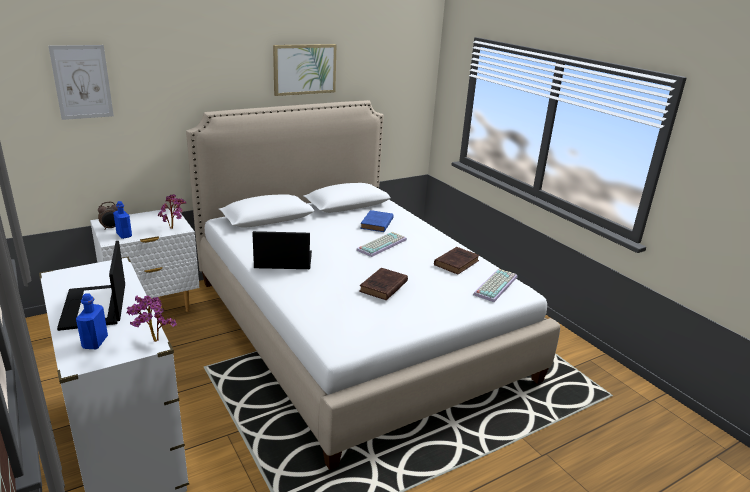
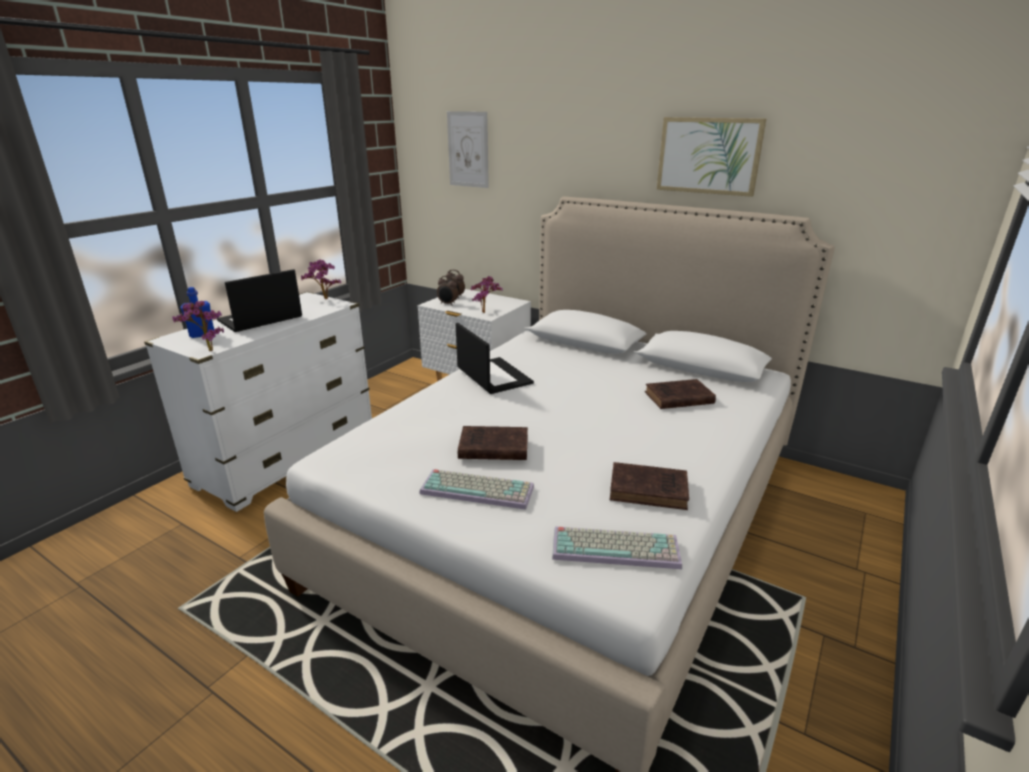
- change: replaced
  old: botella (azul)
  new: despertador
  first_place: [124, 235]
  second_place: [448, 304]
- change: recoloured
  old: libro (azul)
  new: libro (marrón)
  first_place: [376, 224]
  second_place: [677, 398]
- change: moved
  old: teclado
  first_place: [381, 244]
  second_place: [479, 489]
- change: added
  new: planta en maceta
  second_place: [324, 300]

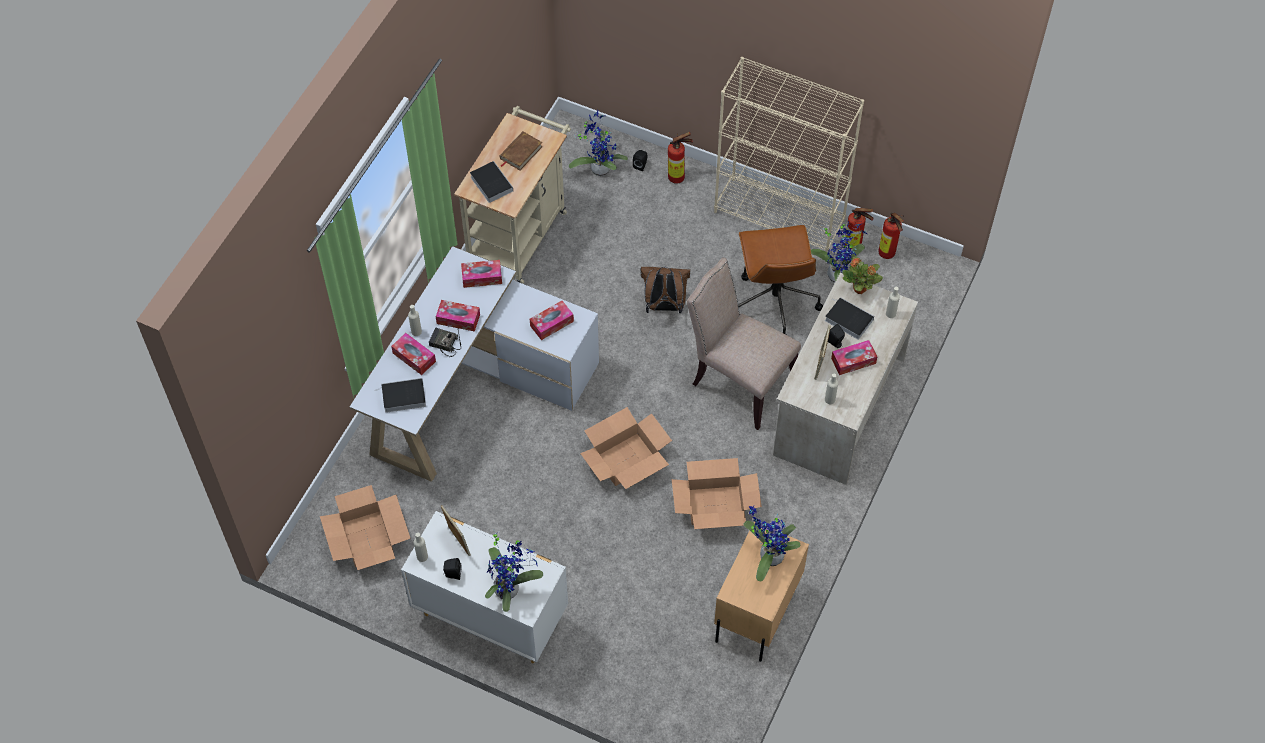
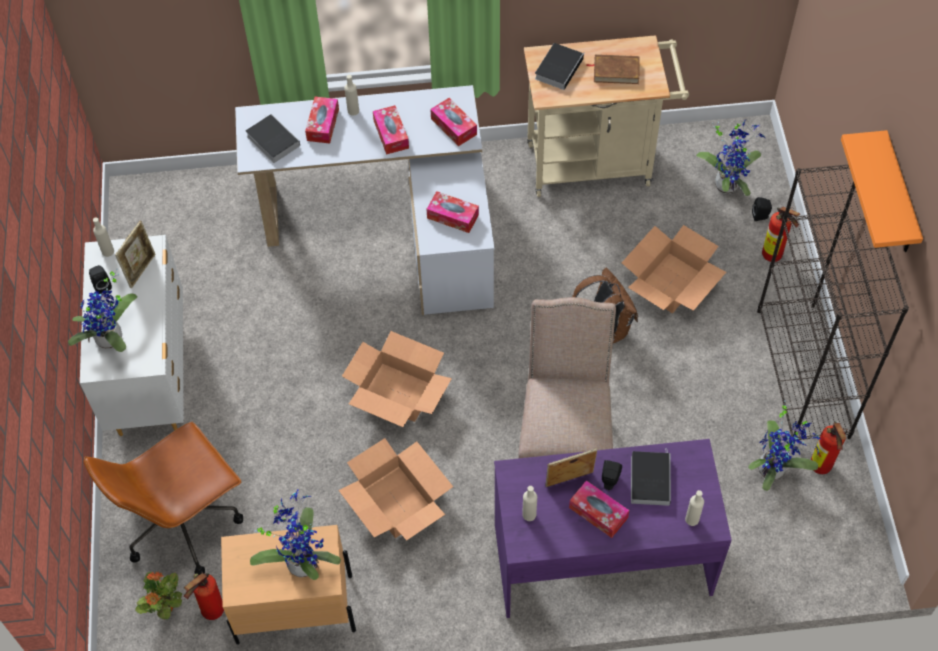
- change: recoloured
  old: estantería (beis)
  new: estantería (negro)
  first_place: [780, 216]
  second_place: [803, 373]
- change: moved
  old: extintor
  first_place: [887, 255]
  second_place: [210, 612]
- change: moved
  old: silla de oficina (marrón)
  first_place: [774, 302]
  second_place: [184, 523]
- change: moved
  old: planta en maceta
  first_place: [860, 289]
  second_place: [165, 607]
- change: recoloured
  old: escritorio (beis)
  new: escritorio (morado)
  first_place: [838, 406]
  second_place: [601, 557]
- change: removed
  old: radio
  first_place: [444, 344]
- change: moved
  old: caja de cartón
  first_place: [367, 539]
  second_place: [670, 283]
- change: added
  new: estante (naranja)
  second_place: [899, 197]

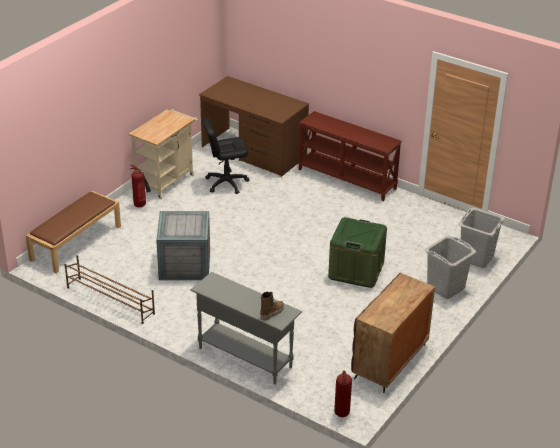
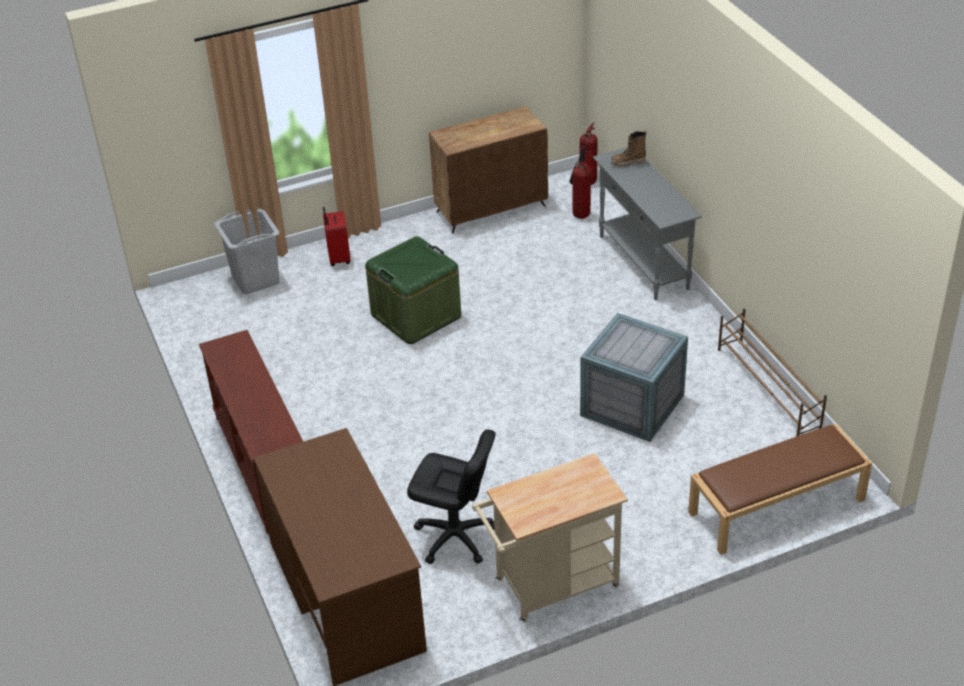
- change: moved
  old: extintor
  first_place: [141, 206]
  second_place: [579, 214]
- change: replaced
  old: cesto de la ropa (gris)
  new: maleta (rojo)
  first_place: [446, 288]
  second_place: [338, 259]

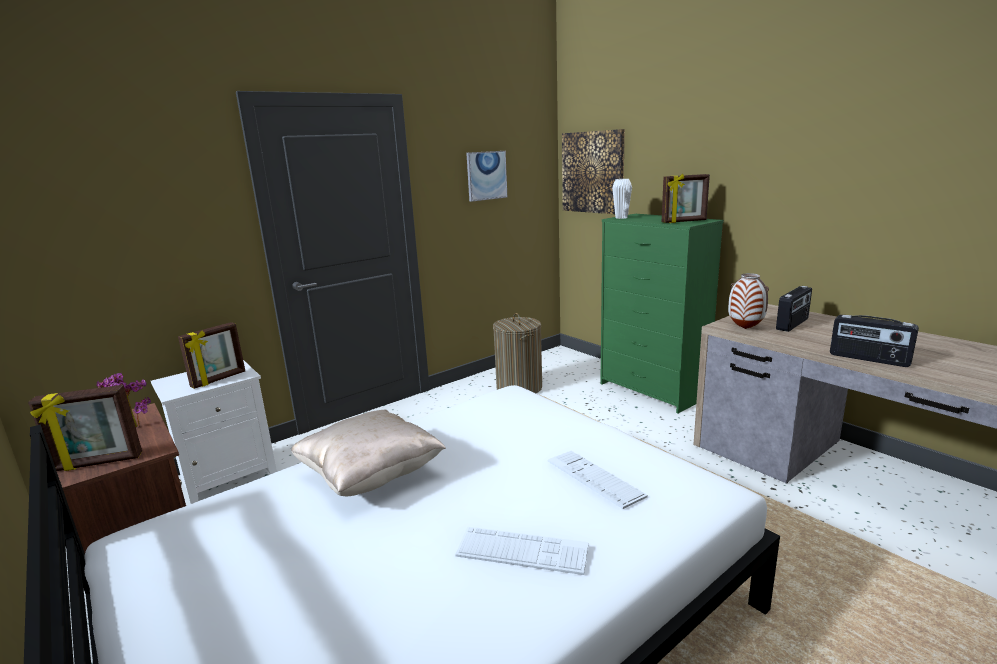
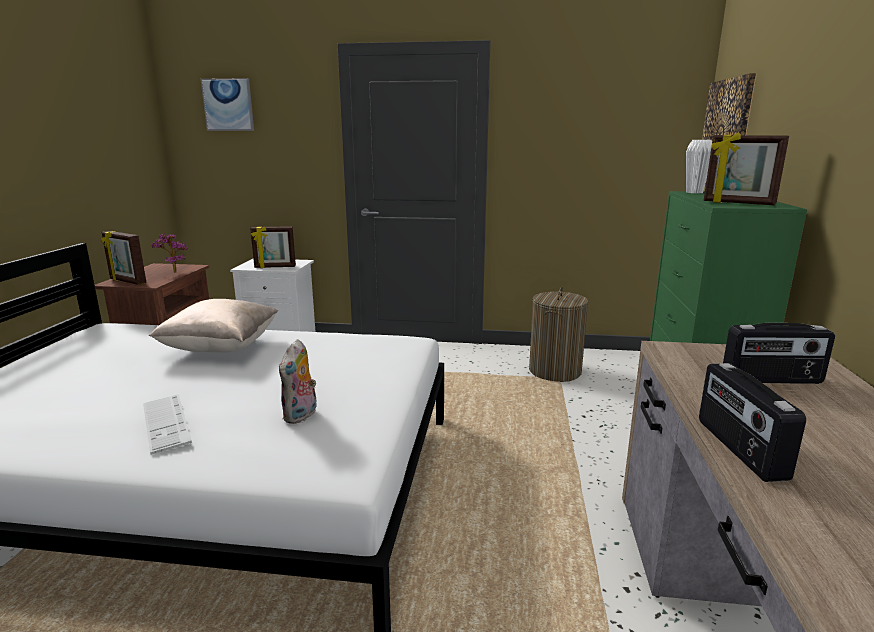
- change: moved
  old: cuadro
  first_place: [486, 175]
  second_place: [228, 105]
- change: removed
  old: florero
  first_place: [745, 329]
- change: replaced
  old: teclado
  new: peluche
  first_place: [594, 479]
  second_place: [301, 416]

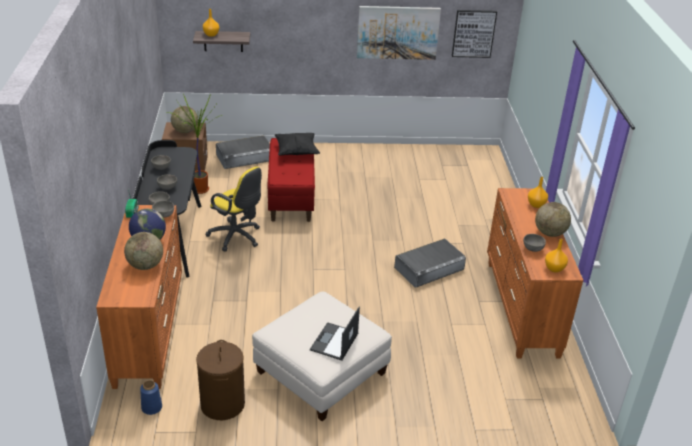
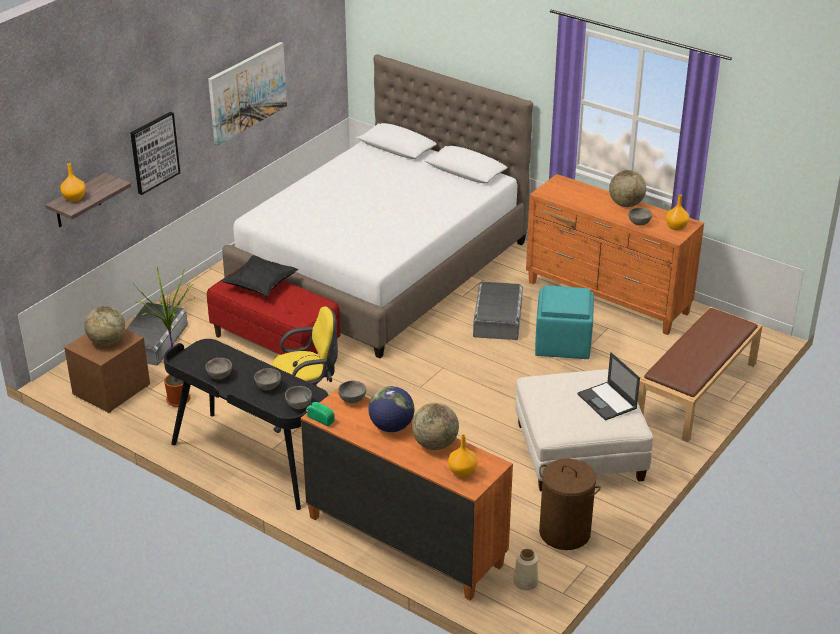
- change: moved
  old: cuadro
  first_place: [473, 33]
  second_place: [154, 152]
- change: moved
  old: florero (naranja)
  first_place: [536, 205]
  second_place: [463, 472]
- change: recoloured
  old: florero (azul)
  new: florero (beis)
  first_place: [151, 407]
  second_place: [525, 582]
- change: added
  new: cama (blanco)
  second_place: [381, 267]
- change: added
  new: puf (turquesa)
  second_place: [563, 344]
- change: added
  new: banco (marrón)
  second_place: [696, 392]

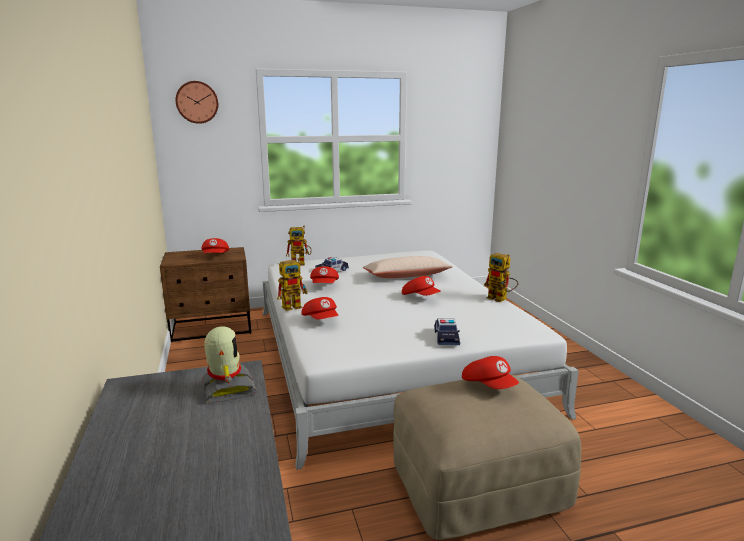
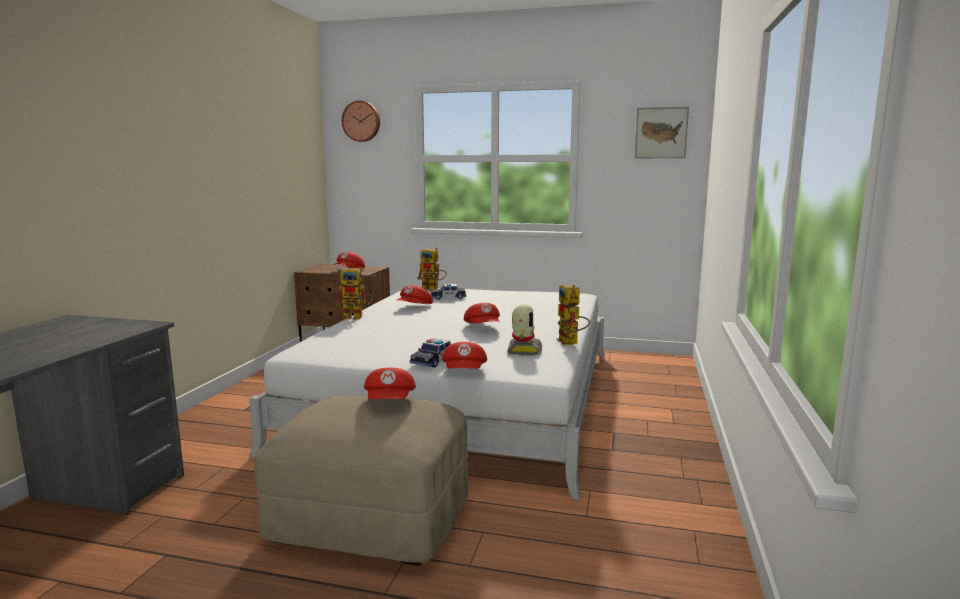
- change: removed
  old: cojín (beis)
  first_place: [406, 276]
- change: moved
  old: gorra (rojo)
  first_place: [321, 320]
  second_place: [465, 373]
- change: moved
  old: robot de juguete
  first_place: [227, 389]
  second_place: [523, 350]
- change: added
  new: cuadro
  second_place: [661, 133]

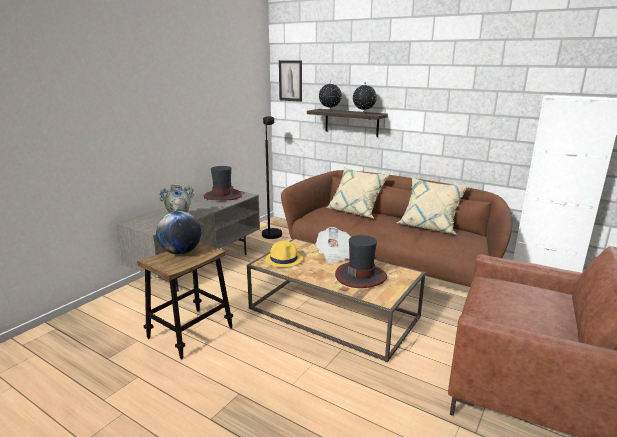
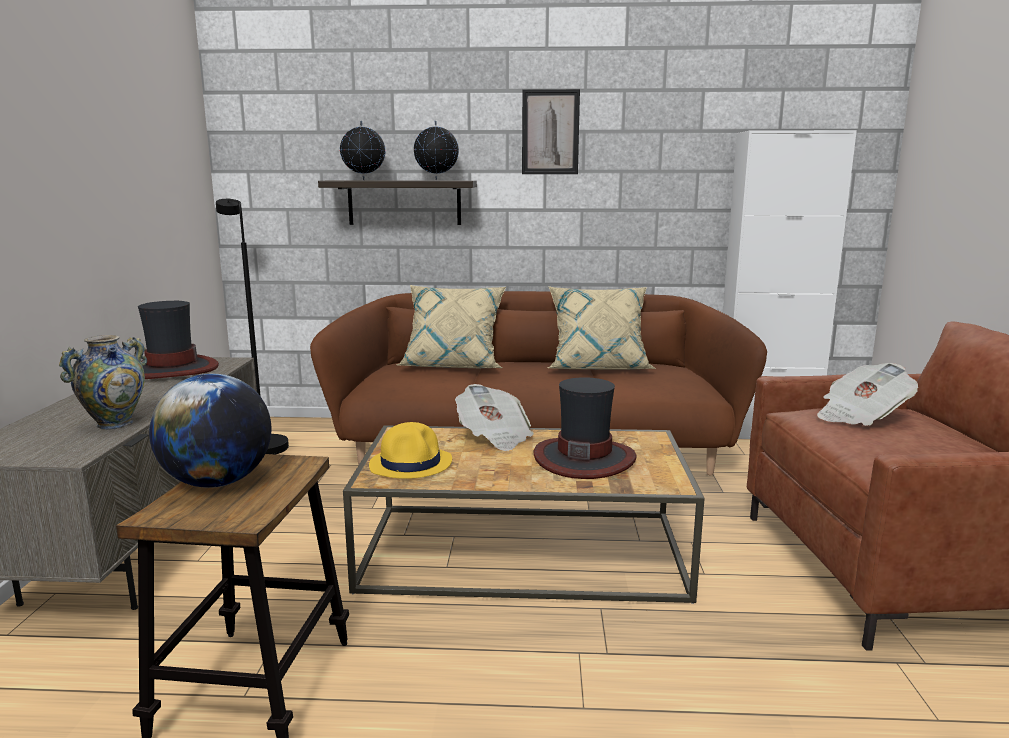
- change: moved
  old: cuadro
  first_place: [290, 80]
  second_place: [550, 132]
- change: added
  new: periódico
  second_place: [860, 417]

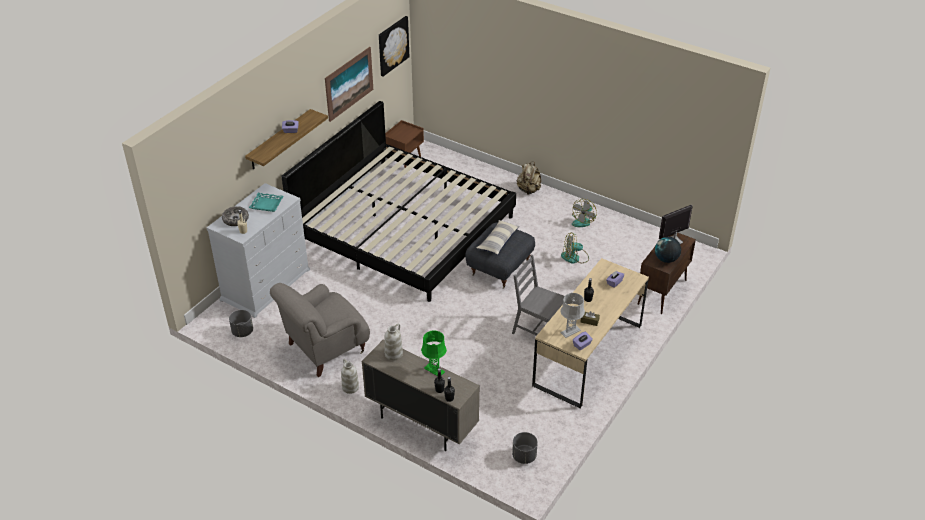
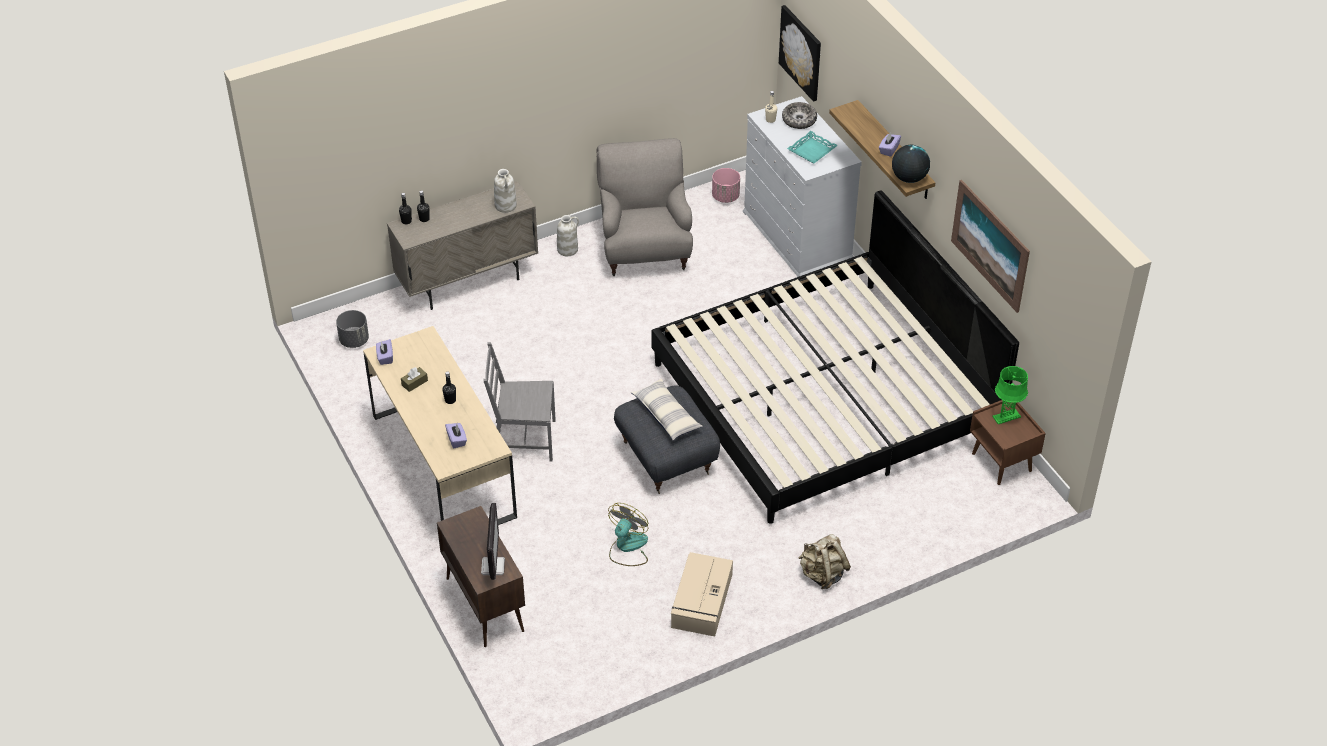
- change: moved
  old: cuadro
  first_place: [393, 45]
  second_place: [801, 52]
- change: replaced
  old: ventilador
  new: caja de almacenaje (beis)
  first_place: [583, 221]
  second_place: [701, 602]
- change: moved
  old: globo terráqueo
  first_place: [666, 259]
  second_place: [909, 178]
- change: turned
  old: silla (gris)
  first_place: [538, 330]
  second_place: [523, 440]
  degrees: -150
- change: removed
  old: lámpara de mesa (gris)
  first_place: [570, 331]
- change: recoloured
  old: maceta (gris)
  new: maceta (rosa)
  first_place: [242, 332]
  second_place: [725, 196]
- change: moved
  old: lámpara de mesa (verde)
  first_place: [434, 370]
  second_place: [1006, 416]

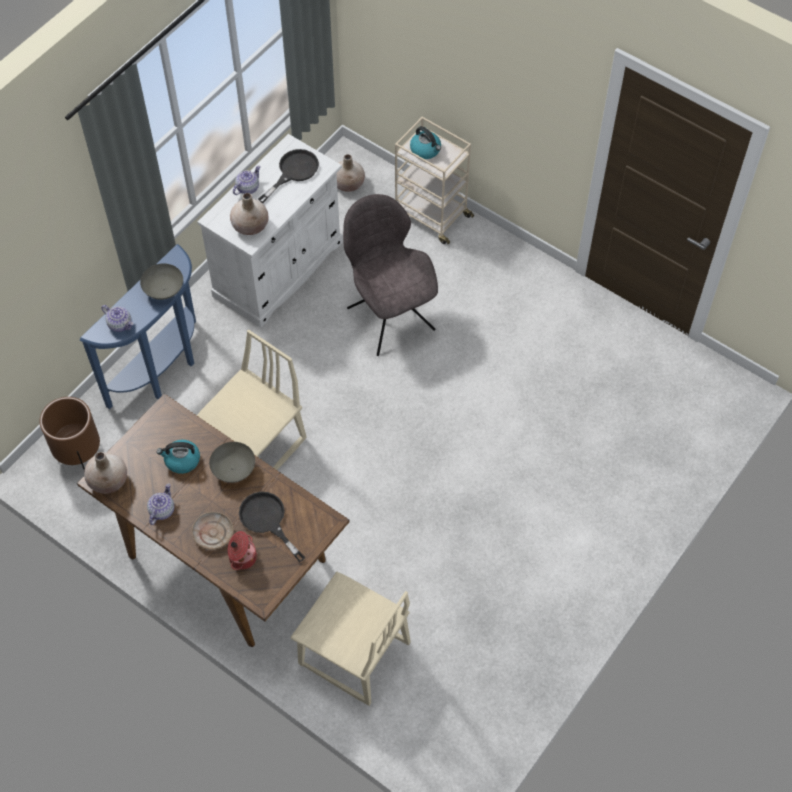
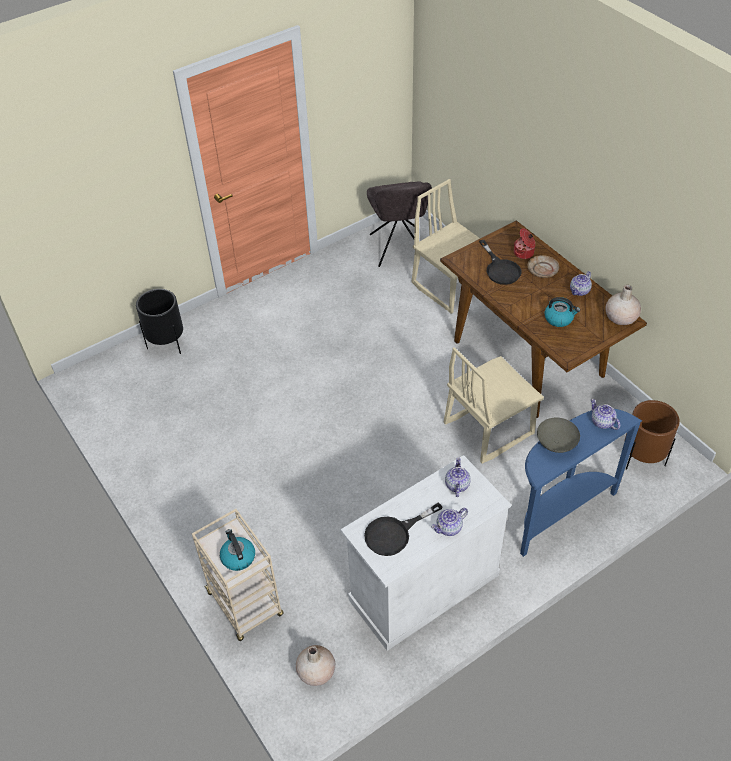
- change: replaced
  old: florero (beis)
  new: tetera
  first_place: [250, 226]
  second_place: [456, 484]
- change: moved
  old: silla (gris)
  first_place: [389, 316]
  second_place: [399, 249]
- change: removed
  old: cuenco (gris)
  first_place: [234, 470]
- change: added
  new: maceta (negro)
  second_place: [167, 344]

